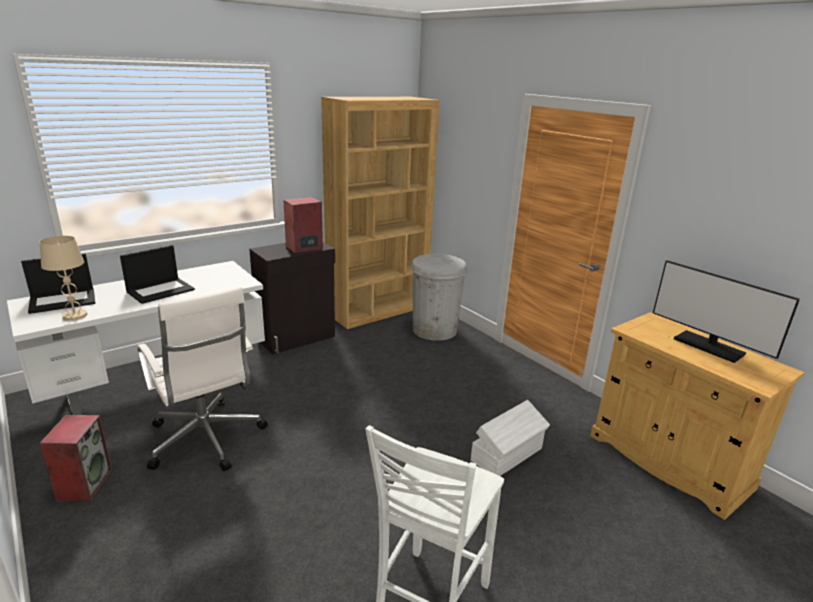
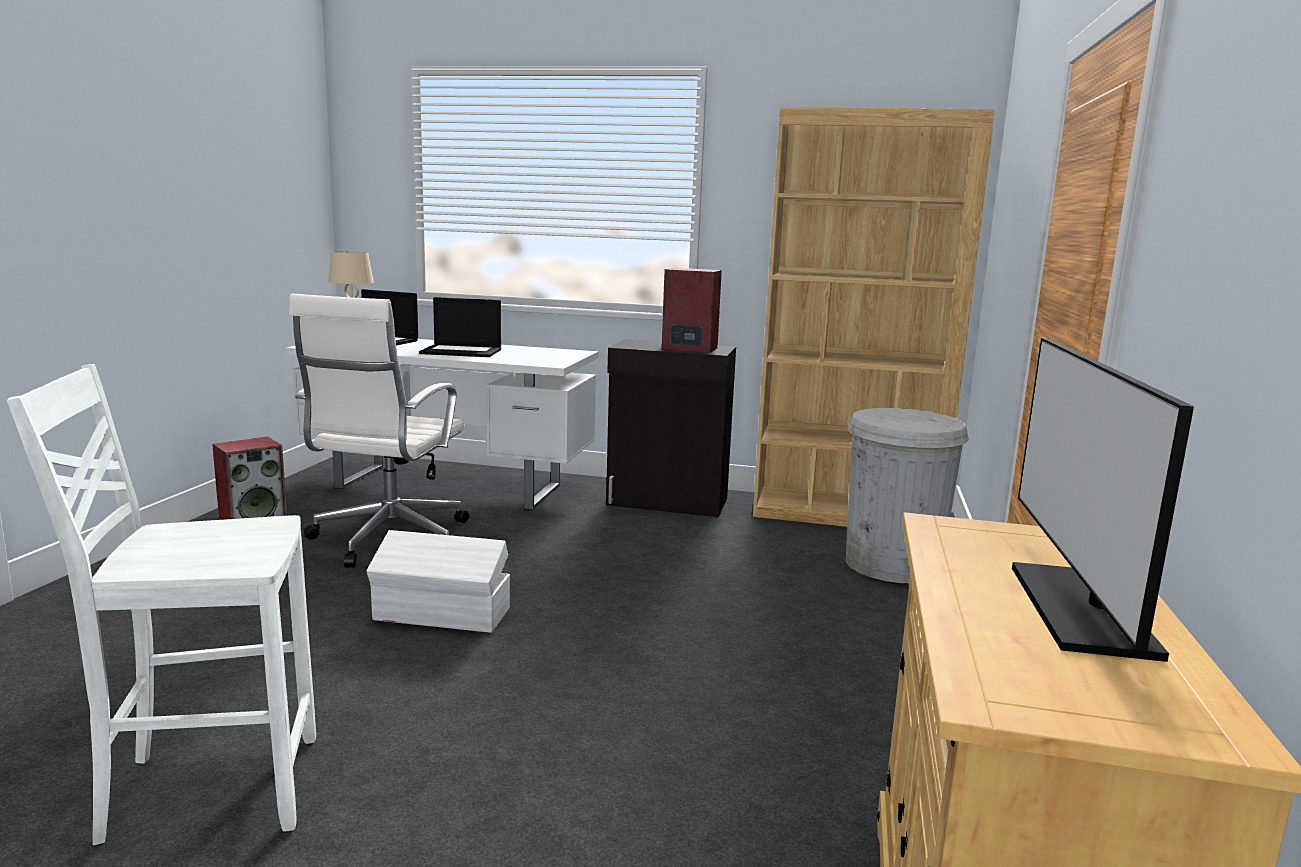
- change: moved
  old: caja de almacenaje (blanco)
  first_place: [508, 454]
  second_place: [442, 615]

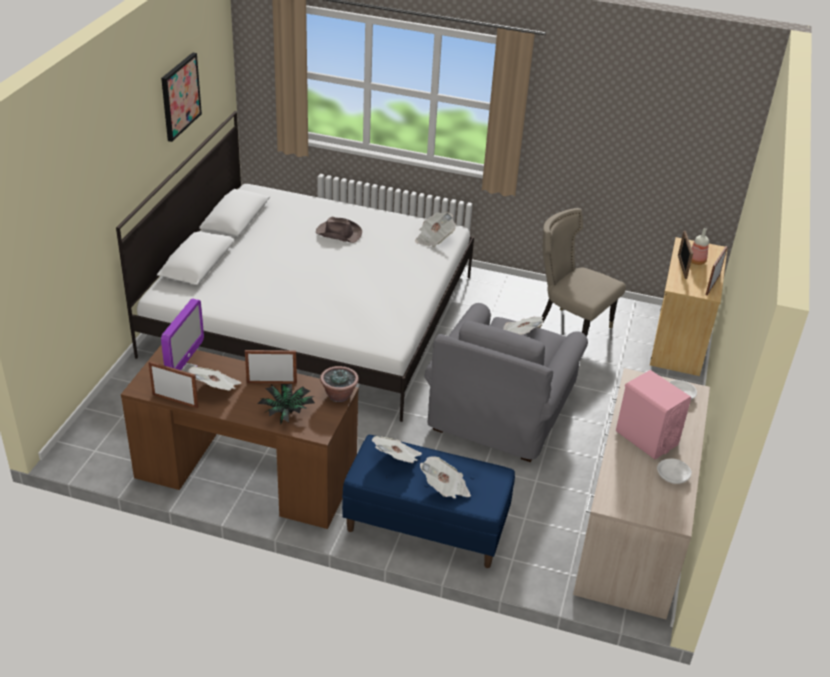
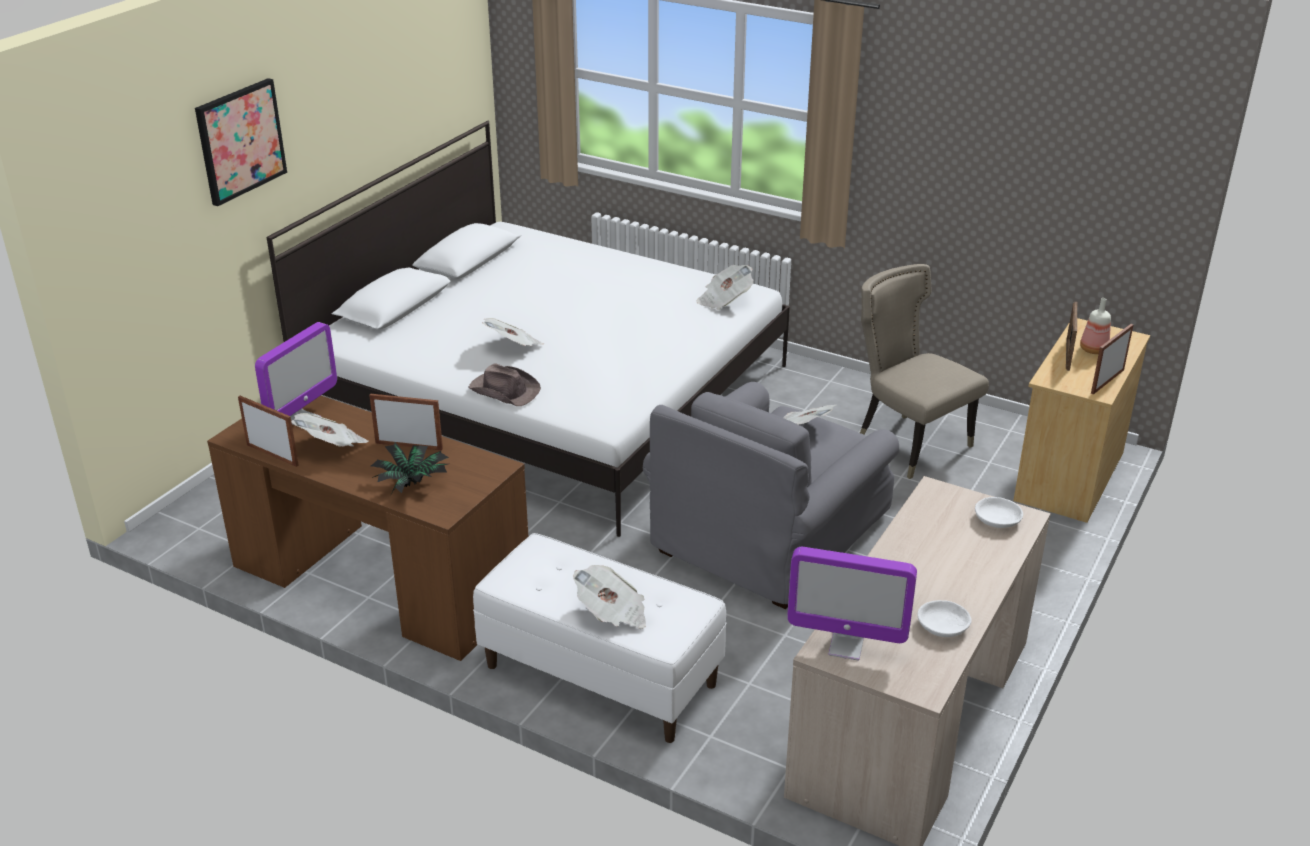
- change: moved
  old: cuadro
  first_place: [180, 96]
  second_place: [240, 141]
- change: moved
  old: sombrero (marrón)
  first_place: [338, 233]
  second_place: [504, 390]
- change: removed
  old: planta en maceta
  first_place: [339, 395]
- change: removed
  old: altavoz (rosa)
  first_place: [646, 438]
- change: recoloured
  old: banco (azul)
  new: banco (blanco)
  first_place: [425, 526]
  second_place: [599, 676]
- change: moved
  old: periódico
  first_place: [397, 459]
  second_place: [514, 346]
- change: added
  new: monitor
  second_place: [846, 647]

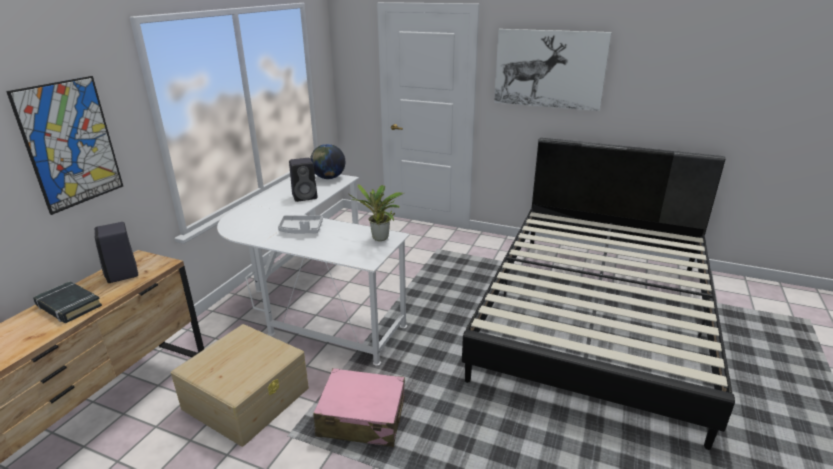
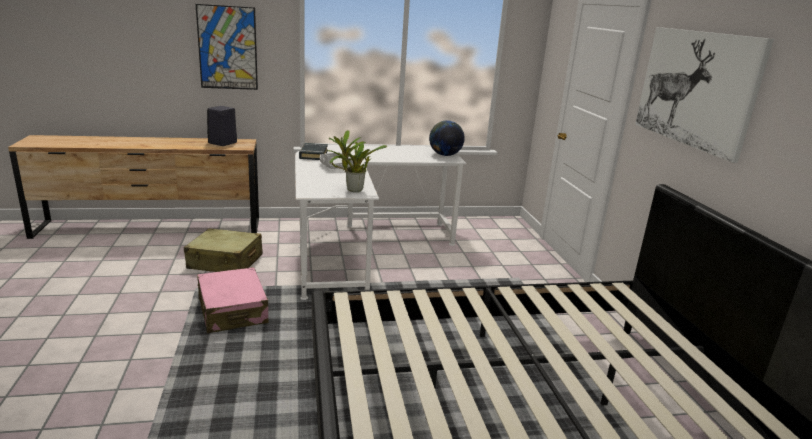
- change: removed
  old: altavoz (negro)
  first_place: [305, 196]
- change: moved
  old: libro (negro)
  first_place: [68, 306]
  second_place: [313, 154]
- change: replaced
  old: caja de almacenaje (beis)
  new: maleta (beis)
  first_place: [247, 397]
  second_place: [225, 262]

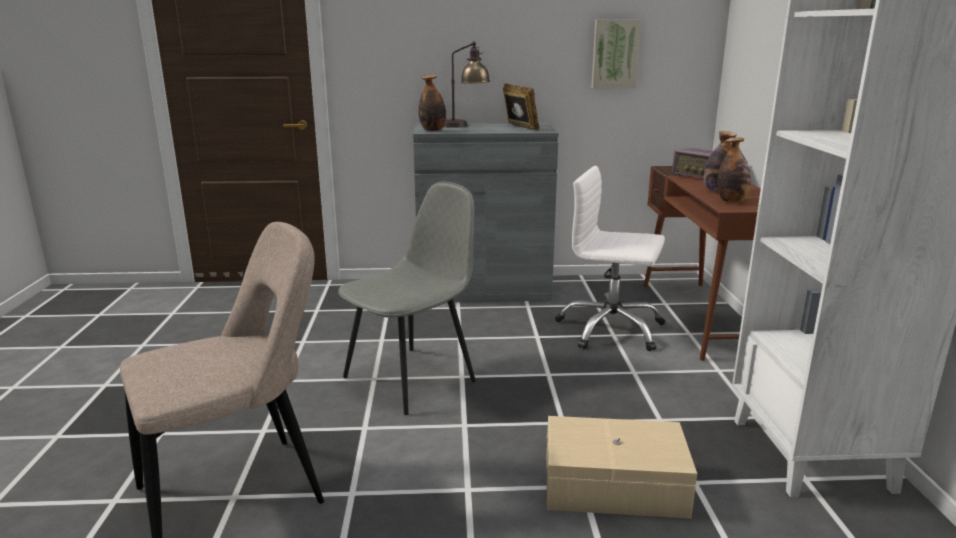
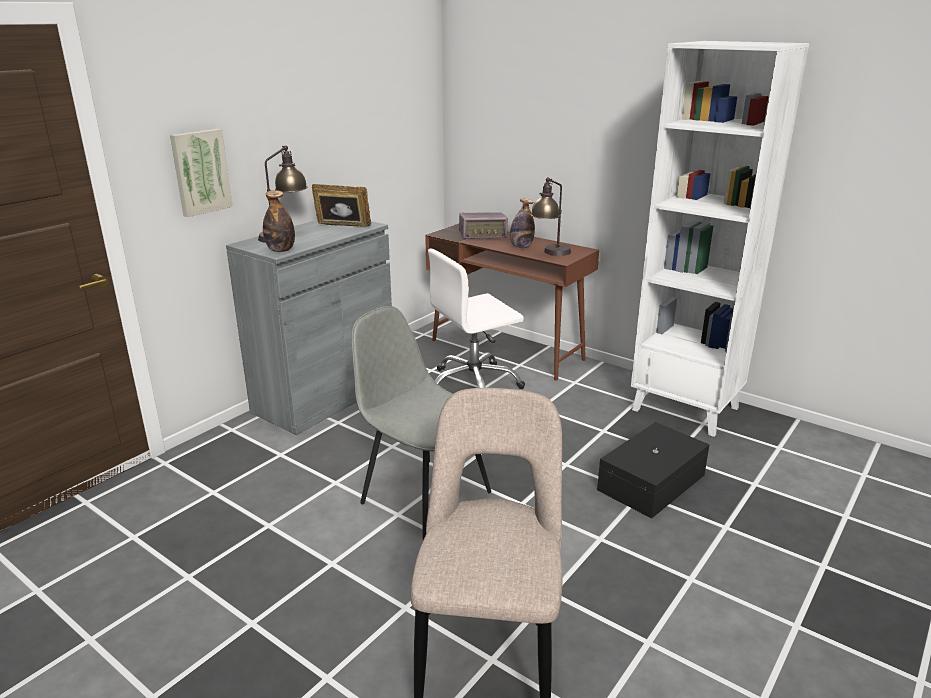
- change: moved
  old: cuadro
  first_place: [615, 54]
  second_place: [200, 172]
- change: replaced
  old: botella
  new: lámpara de mesa
  first_place: [731, 201]
  second_place: [550, 254]
- change: turned
  old: silla (gris)
  first_place: [412, 378]
  second_place: [424, 496]
  degrees: -45
- change: recoloured
  old: caja de almacenaje (beis)
  new: caja de almacenaje (negro)
  first_place: [615, 487]
  second_place: [653, 483]

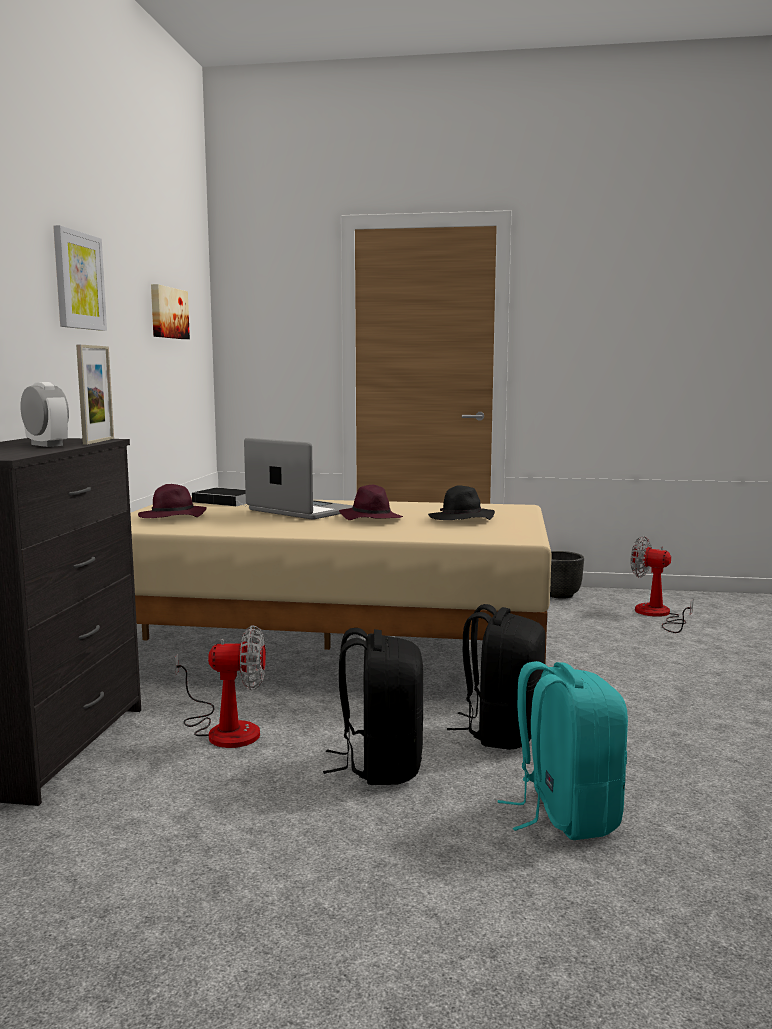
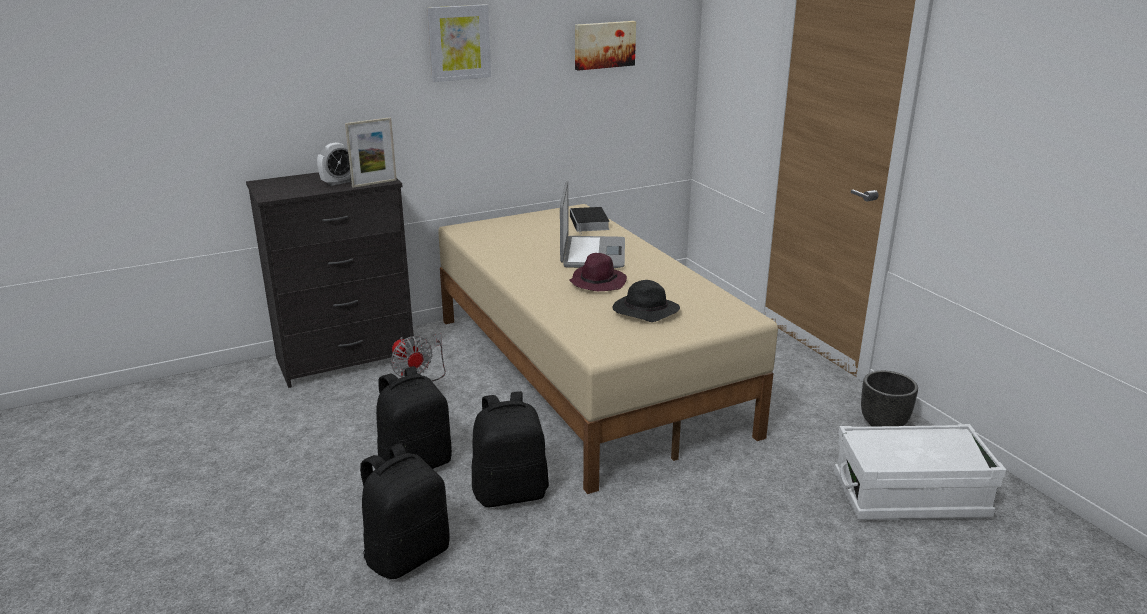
- change: turned
  old: despertador
  first_place: [47, 445]
  second_place: [338, 182]
  degrees: 45
- change: removed
  old: sombrero (morado)
  first_place: [172, 517]
- change: replaced
  old: ventilador
  new: caja de almacenaje (blanco)
  first_place: [657, 615]
  second_place: [909, 496]
- change: recoloured
  old: mochila (turquesa)
  new: mochila (negro)
  first_place: [565, 814]
  second_place: [407, 554]

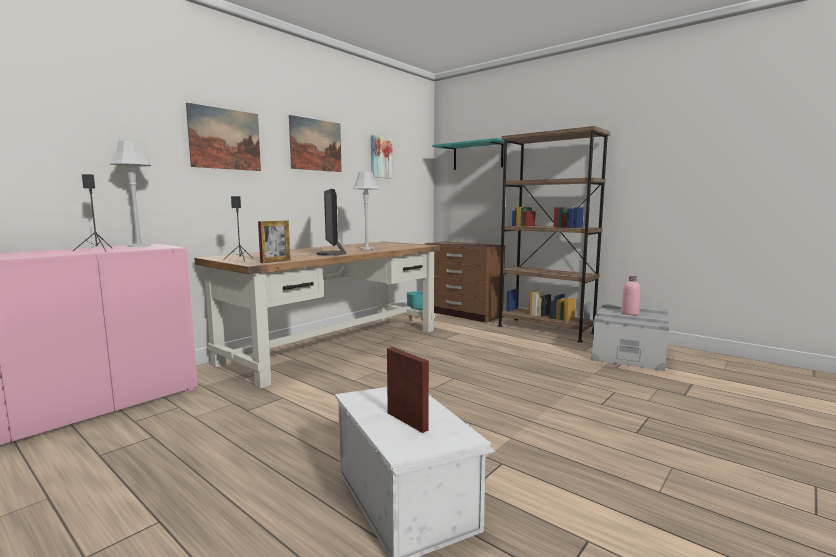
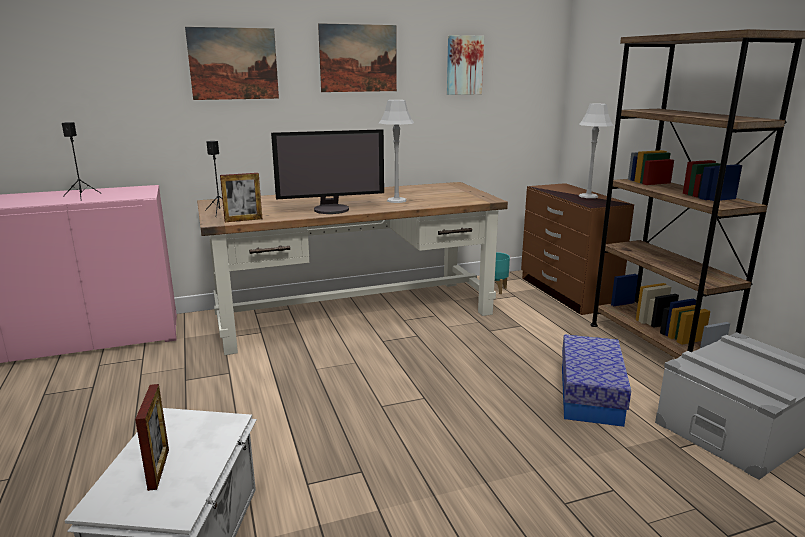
- change: removed
  old: estante (turquesa)
  first_place: [477, 156]
- change: moved
  old: lámpara de mesa (gris)
  first_place: [138, 246]
  second_place: [588, 196]
- change: turned
  old: monitor
  first_place: [332, 254]
  second_place: [331, 209]
  degrees: -120
- change: removed
  old: botella (rosa)
  first_place: [630, 313]
- change: added
  new: caja de almacenaje
  second_place: [590, 395]

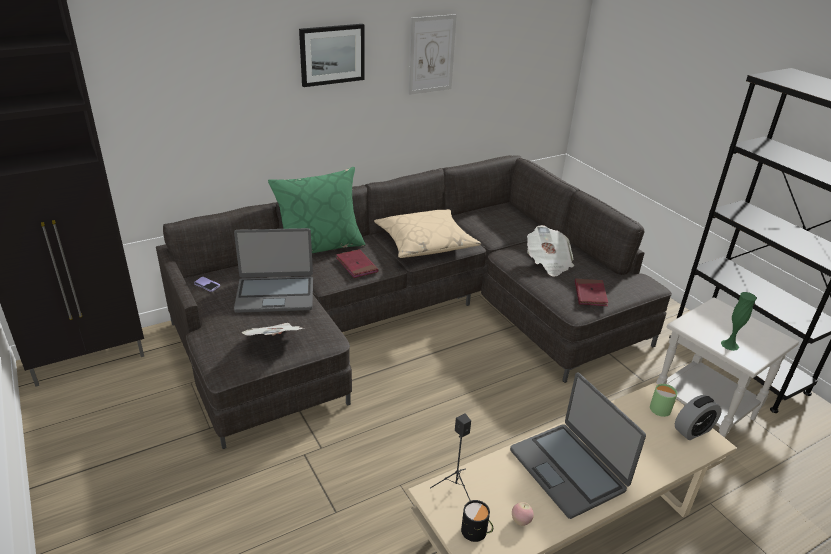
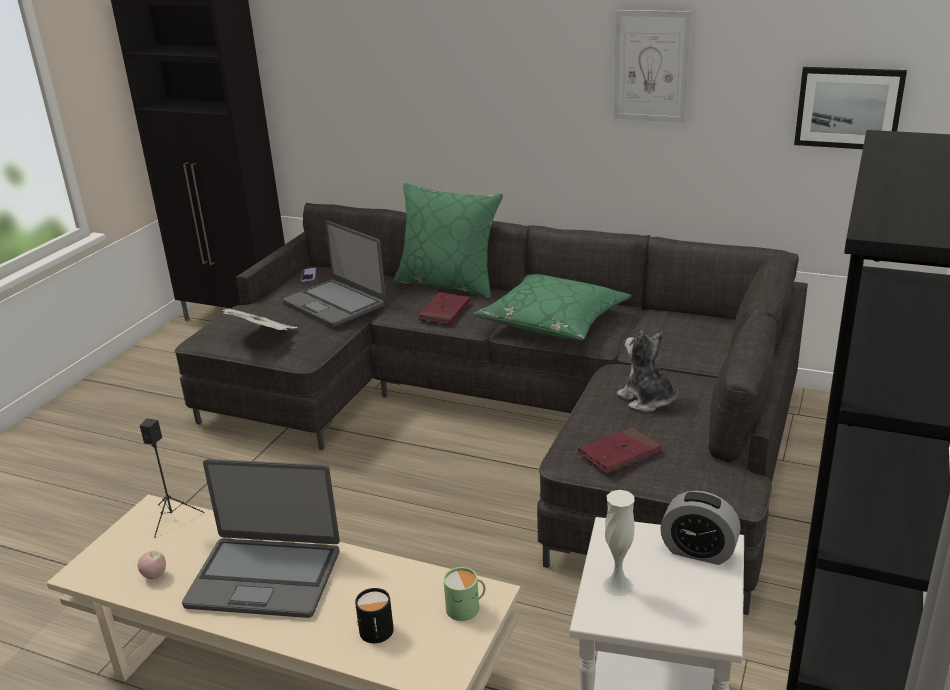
- change: moved
  old: cuadro
  first_place: [332, 54]
  second_place: [848, 108]
- change: recoloured
  old: cojín (beis)
  new: cojín (verde)
  first_place: [425, 243]
  second_place: [553, 321]
- change: replaced
  old: periódico
  new: peluche
  first_place: [548, 263]
  second_place: [646, 400]
- change: recoloured
  old: florero (verde)
  new: florero (blanco)
  first_place: [729, 345]
  second_place: [617, 585]
- change: turned
  old: portátil
  first_place: [568, 469]
  second_place: [265, 577]
  degrees: -105
- change: moved
  old: despertador
  first_place: [693, 430]
  second_place: [698, 551]
- change: moved
  old: taza grande (negro)
  first_place: [476, 532]
  second_place: [376, 633]

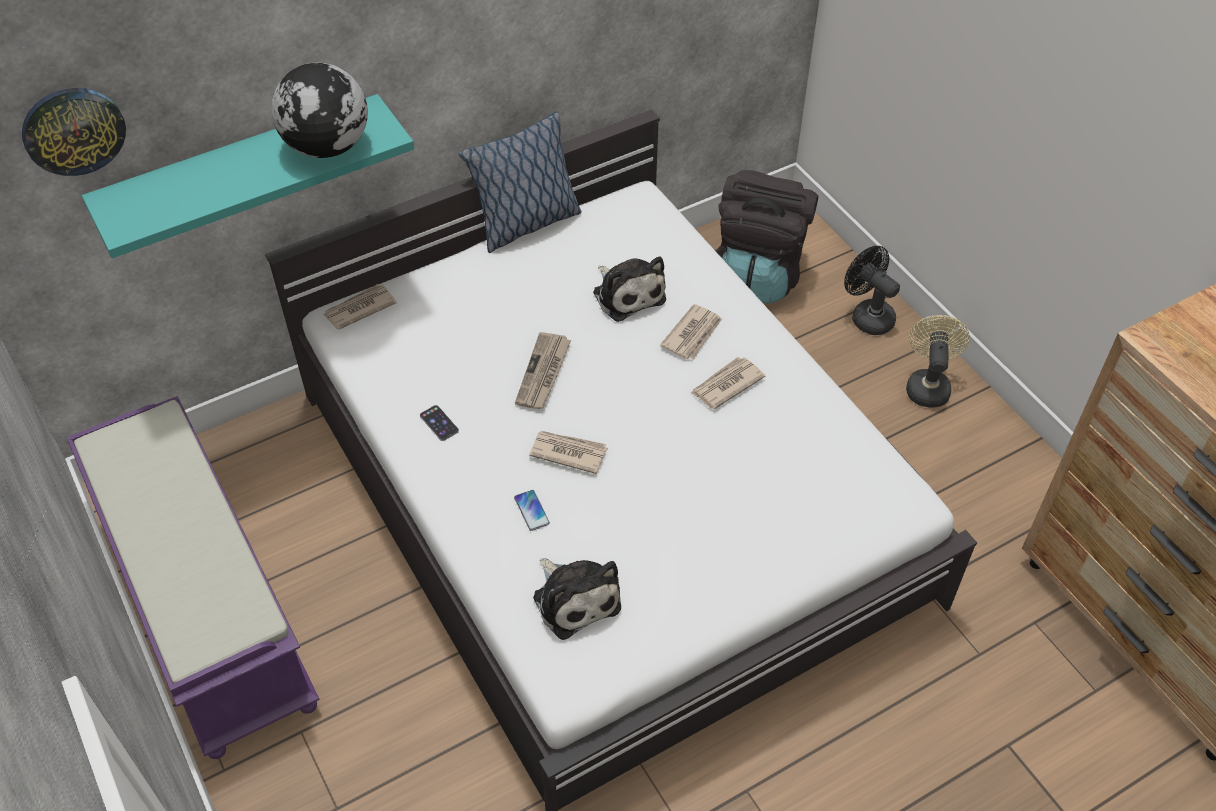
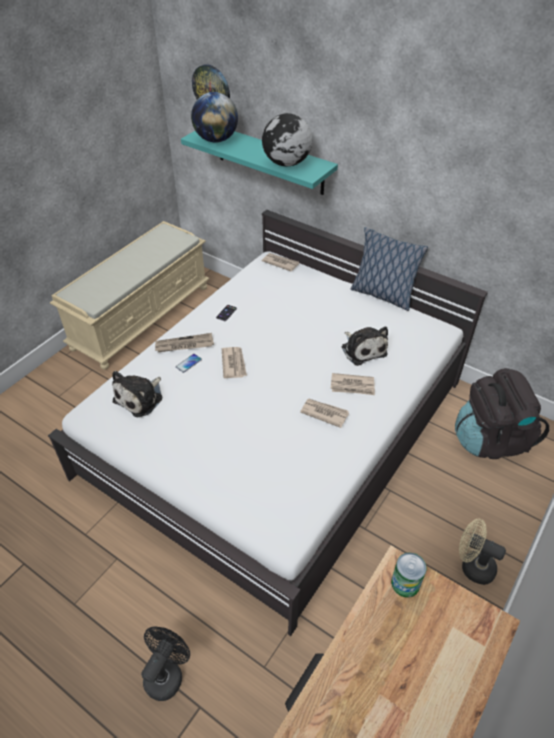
- change: moved
  old: ventilador (negro)
  first_place: [867, 316]
  second_place: [166, 673]
- change: turned
  old: peluche
  first_place: [627, 294]
  second_place: [363, 349]
  degrees: -60
- change: turned
  old: ventilador (beis)
  first_place: [927, 385]
  second_place: [472, 566]
  degrees: -135
- change: moved
  old: periódico
  first_place: [543, 373]
  second_place: [184, 345]
- change: recoloured
  old: banco (morado)
  new: banco (beis)
  first_place: [205, 606]
  second_place: [142, 316]
- change: added
  new: globo terráqueo
  second_place: [216, 140]
- change: added
  new: lata
  second_place: [405, 583]

